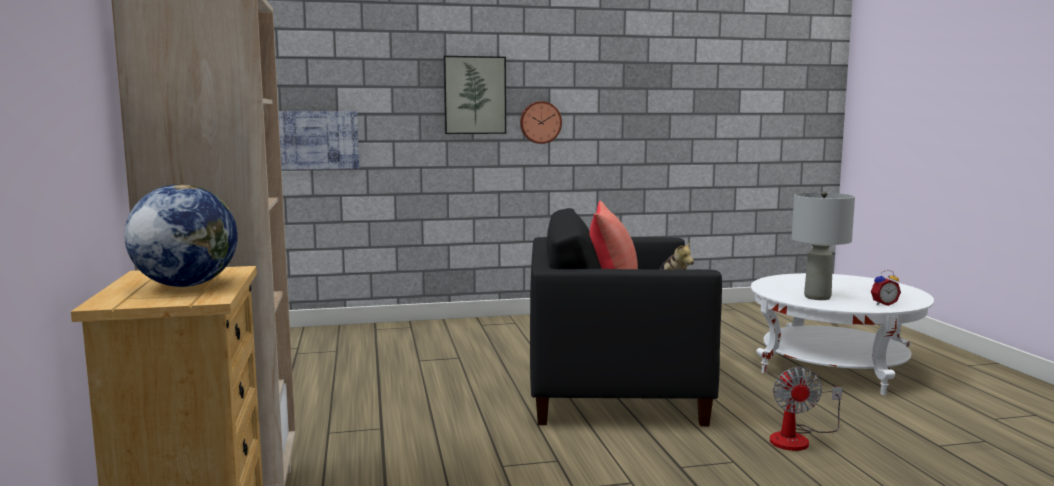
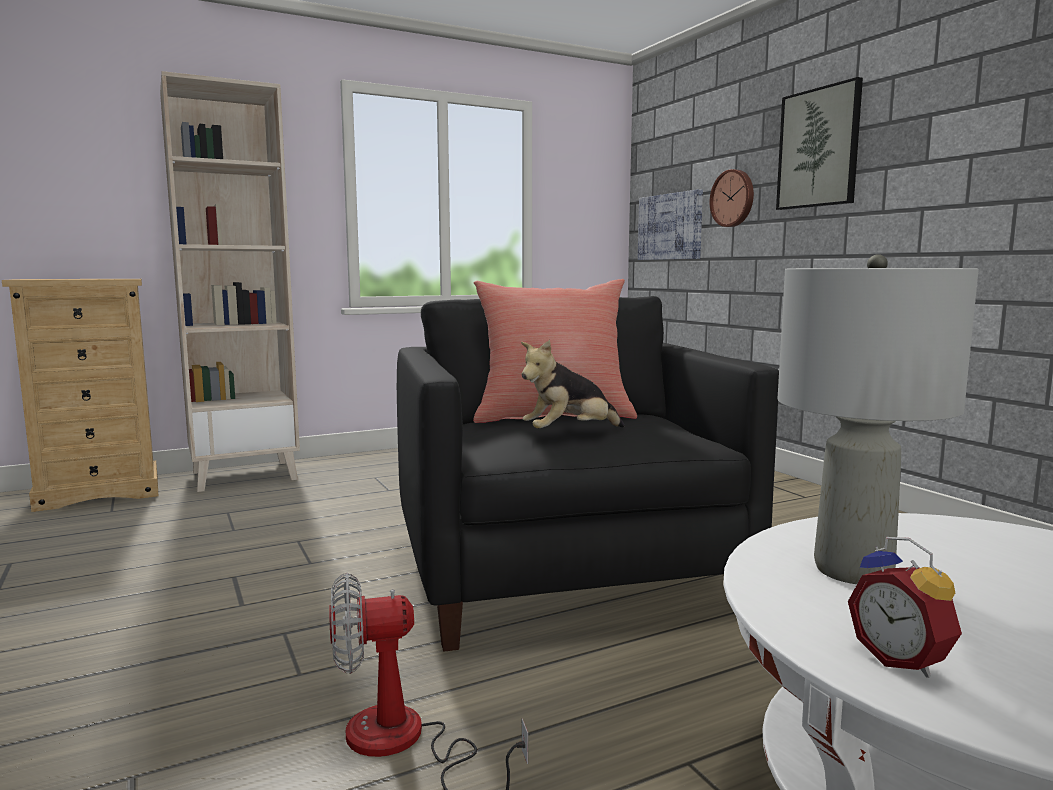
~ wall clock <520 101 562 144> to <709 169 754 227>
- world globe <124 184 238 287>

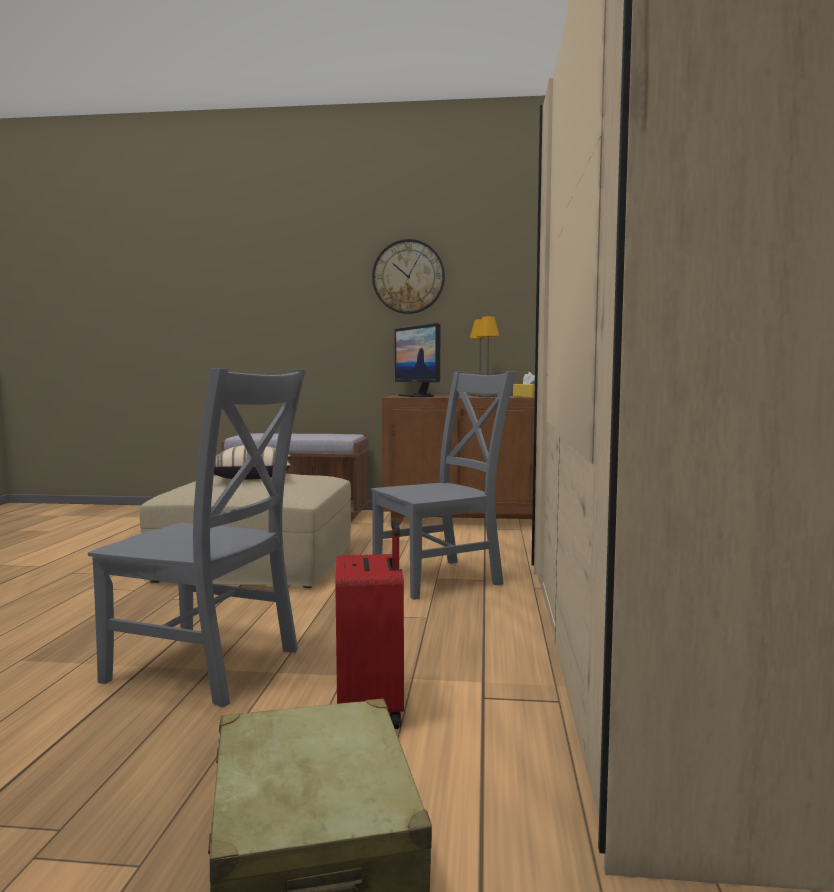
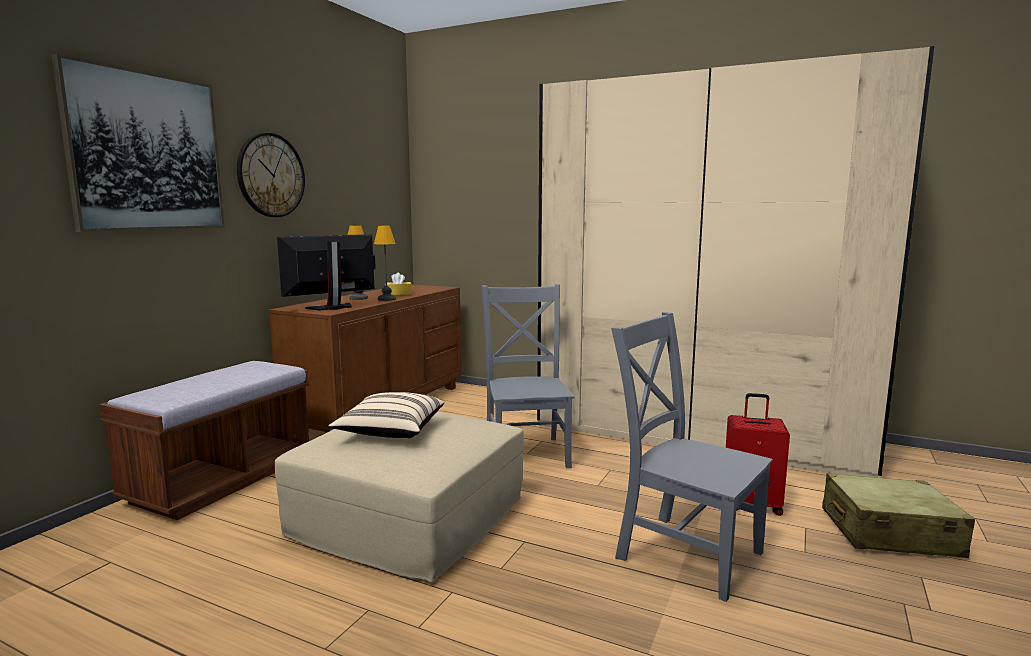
~ computer display <395 323 440 397> = <277 234 376 311> 150 degrees clockwise
~ grey upright chair <88 368 306 707> = <611 312 773 602> 90 degrees counterclockwise
+ wall picture <51 53 225 232>

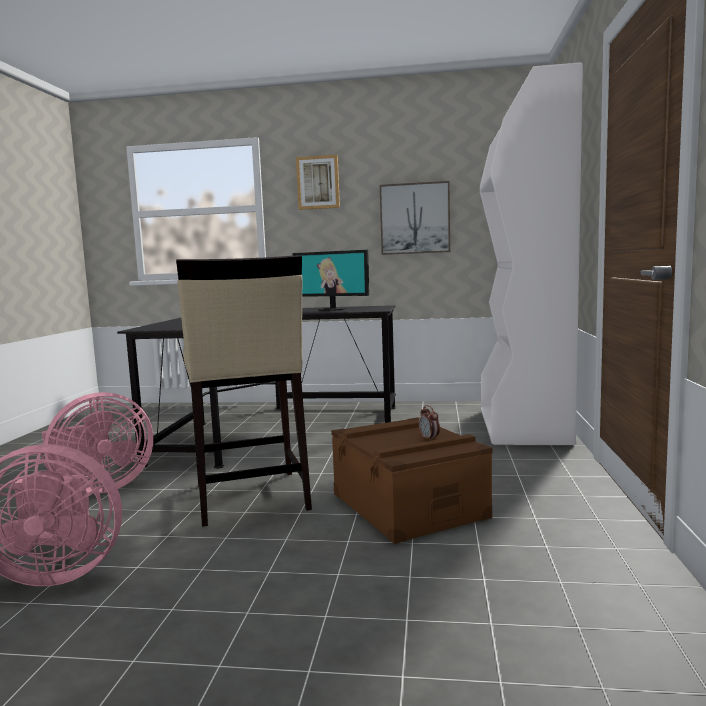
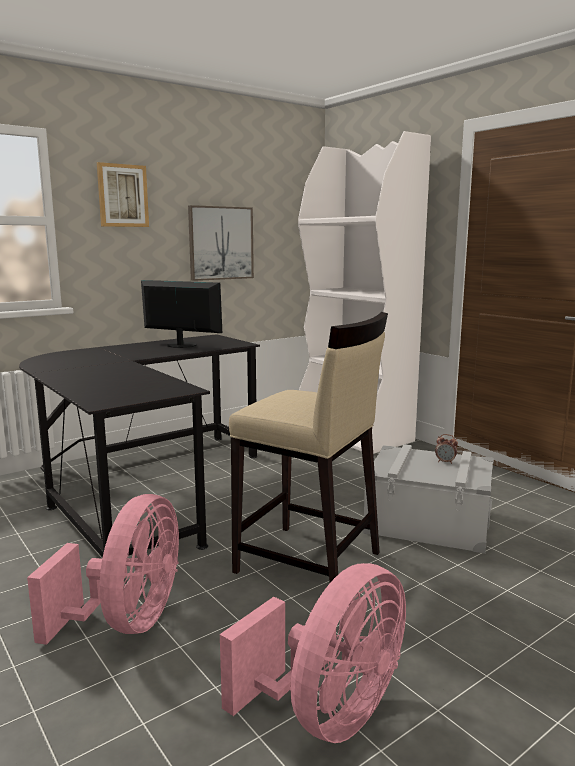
~ computer display <293 250 369 311> = <141 280 222 348> 135 degrees counterclockwise
~ brown storage box <331 417 493 544> to grey storage box <363 444 494 554>

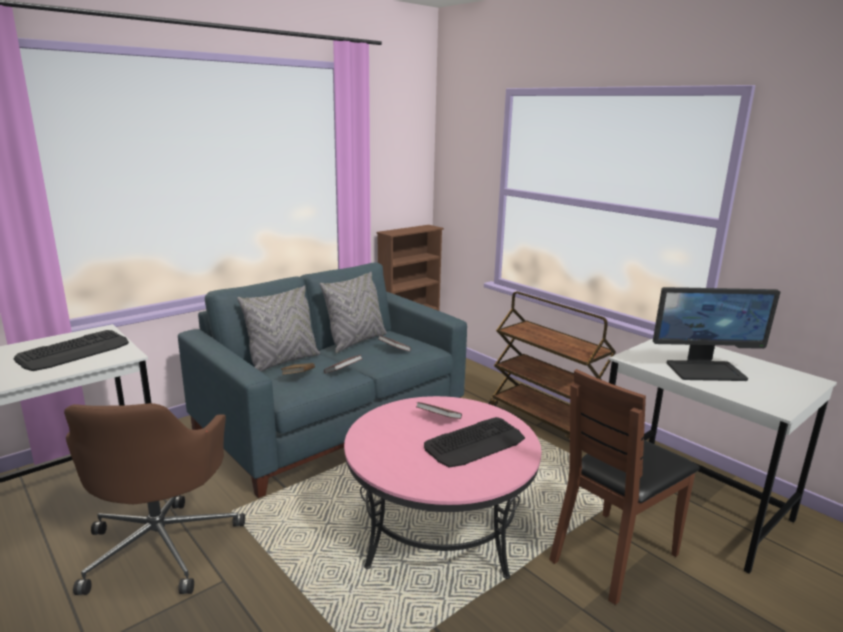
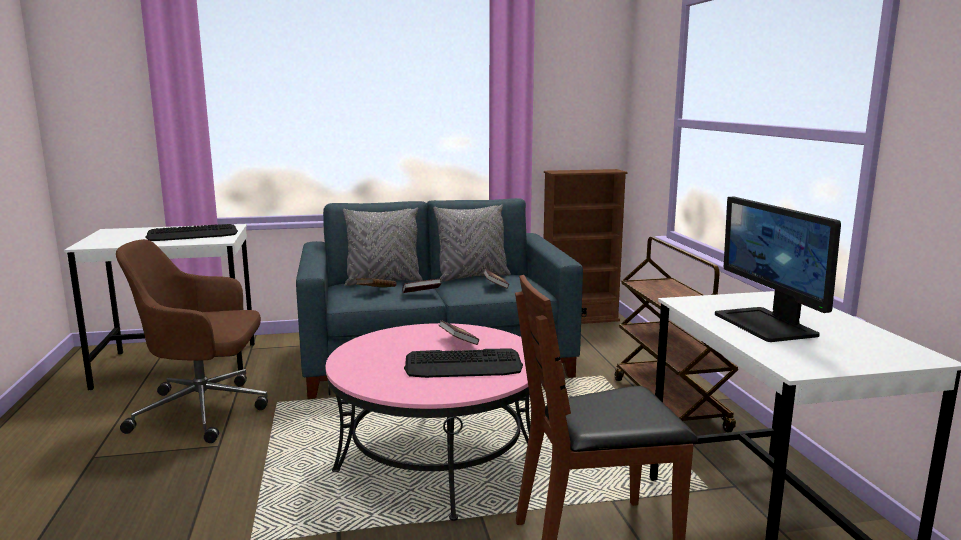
~ computer display <653 287 780 381> = <715 196 841 342> 45 degrees clockwise
~ brown desk chair <64 403 245 595> = <116 239 268 443> 60 degrees clockwise

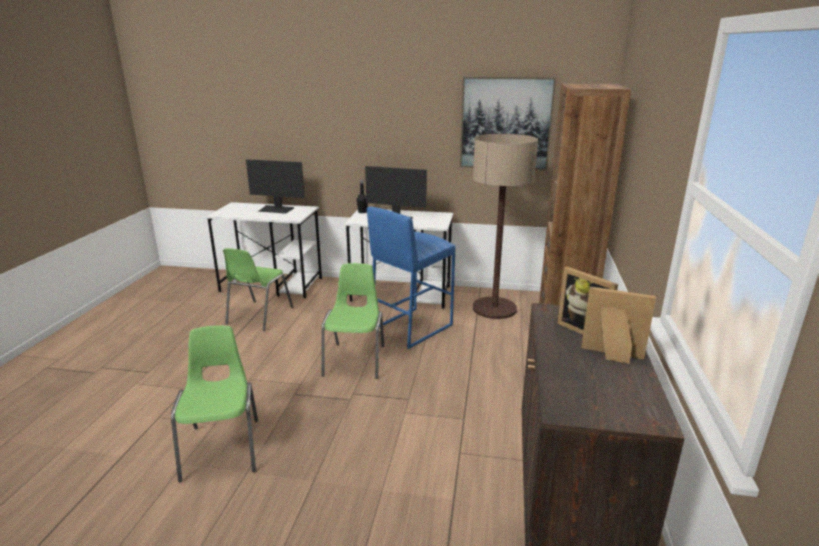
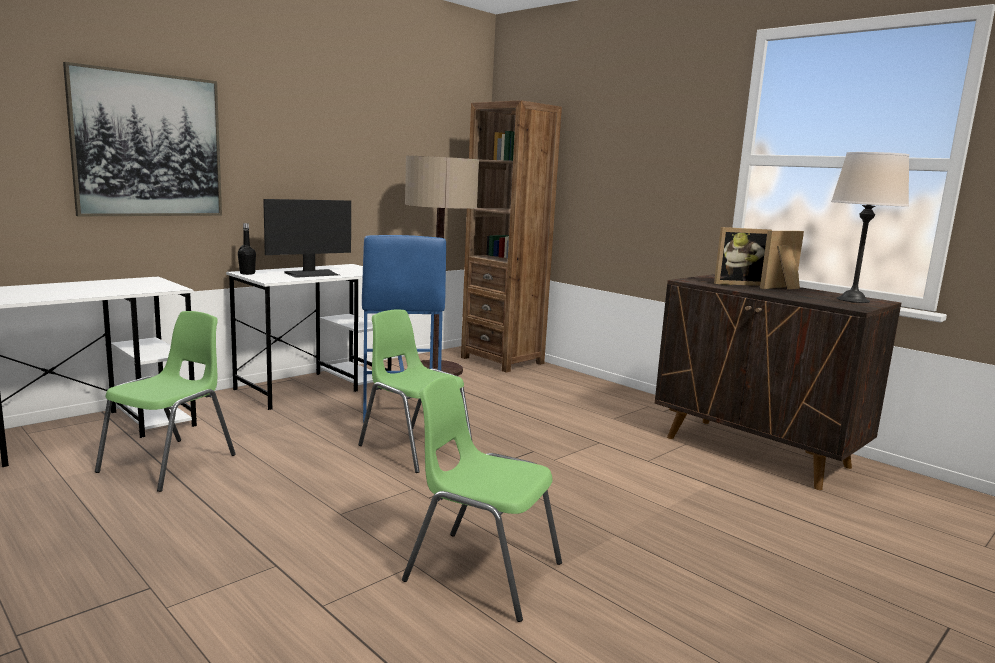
~ wall picture <460 77 556 170> to <63 62 222 216>
- computer display <246 159 305 214>
~ greenish upright chair <223 248 293 331> = <95 311 236 492> 120 degrees counterclockwise
+ beige-coloured tabletop lamp <831 152 909 303>

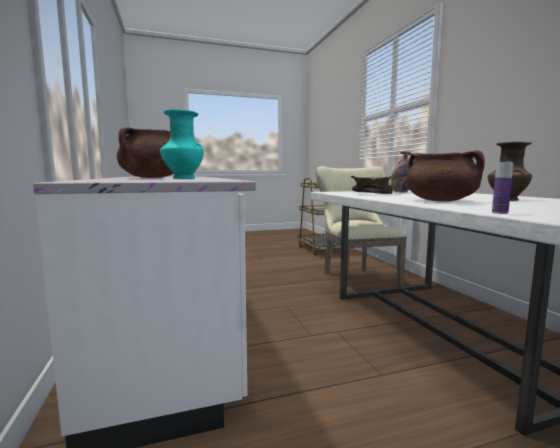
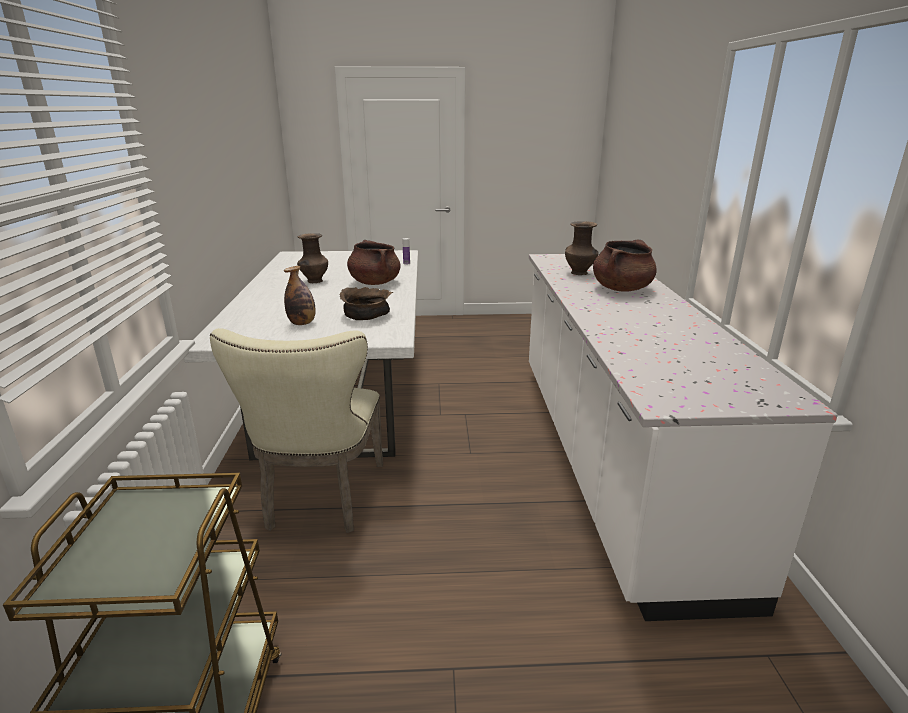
~ turquoise-coloured vase <160 109 204 179> to brown vase <565 221 599 275>

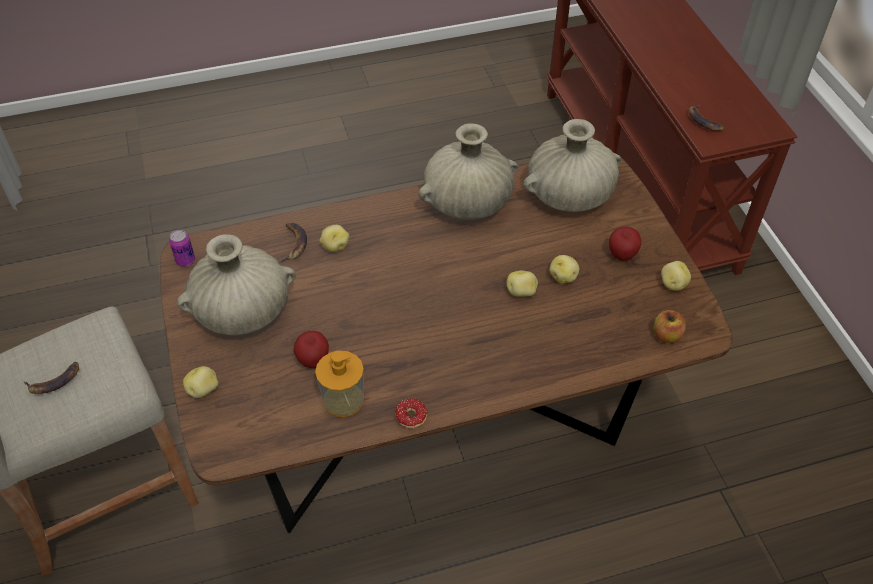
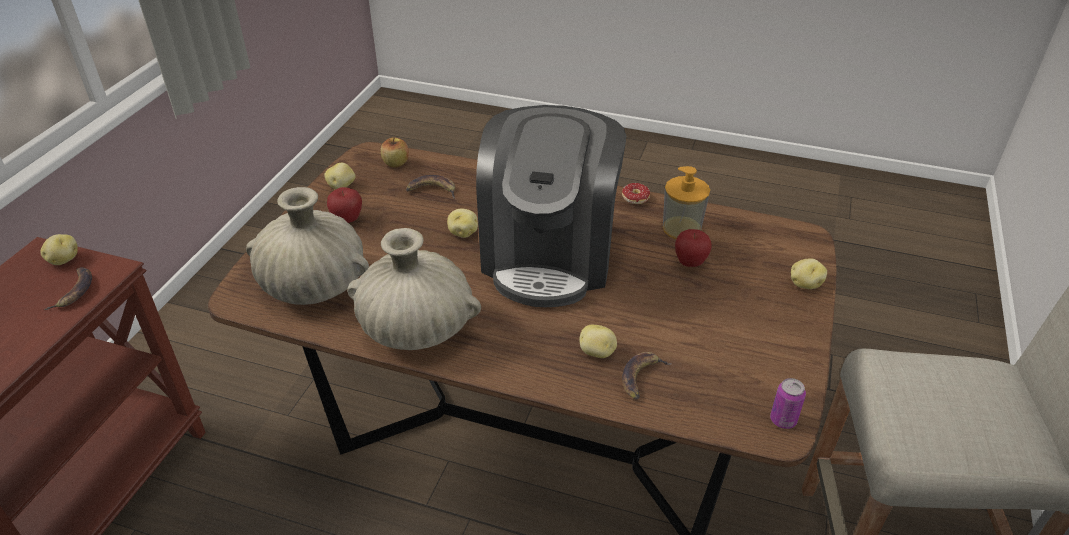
- beige-coloured vase <177 234 296 335>
~ potato <550 255 579 283> to <40 234 78 265>
~ banana <23 362 79 394> to <406 175 455 199>
+ coffee maker <476 105 626 307>

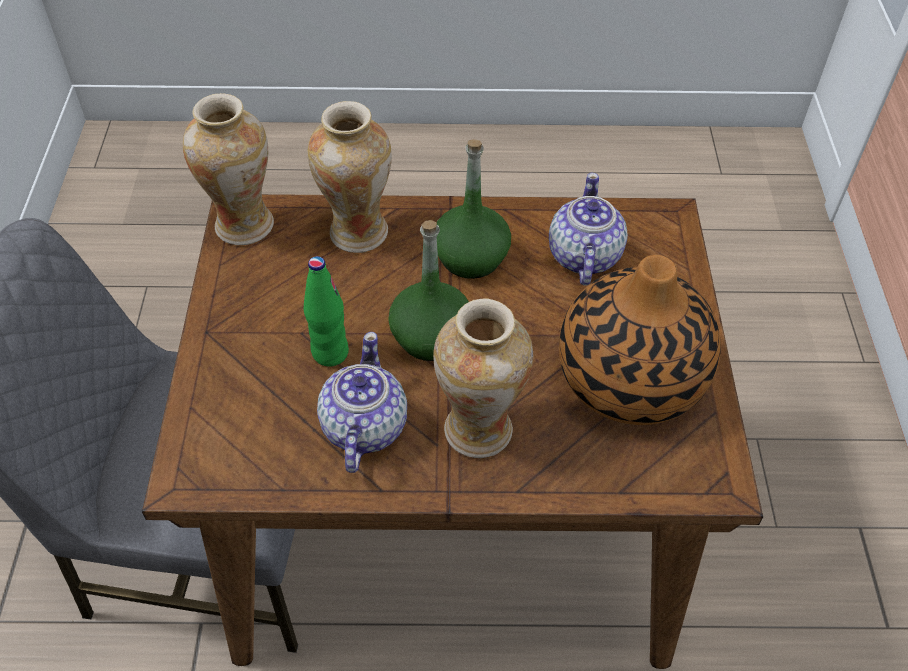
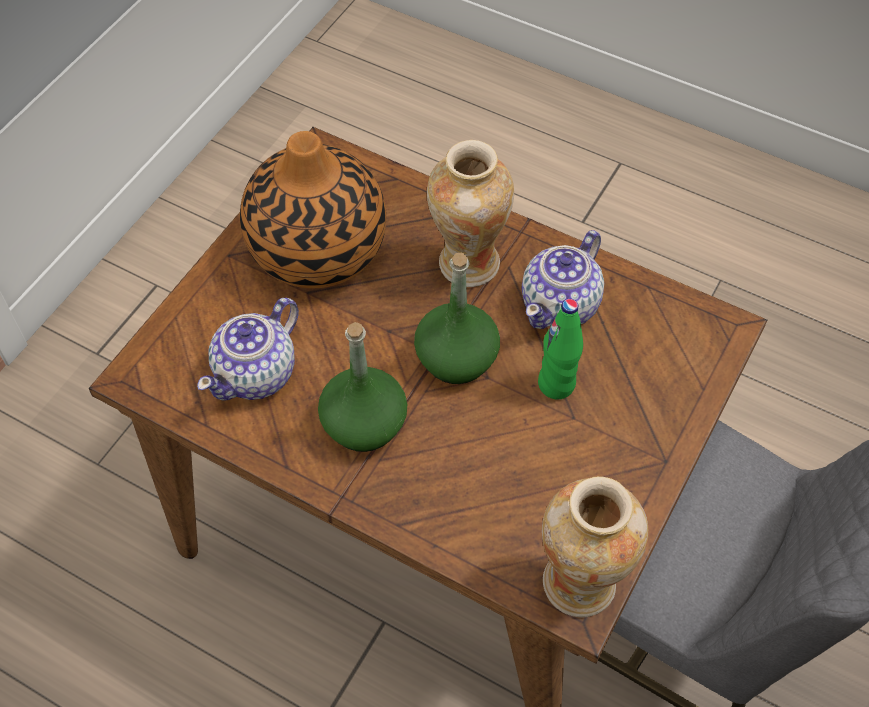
- vase <307 101 392 253>

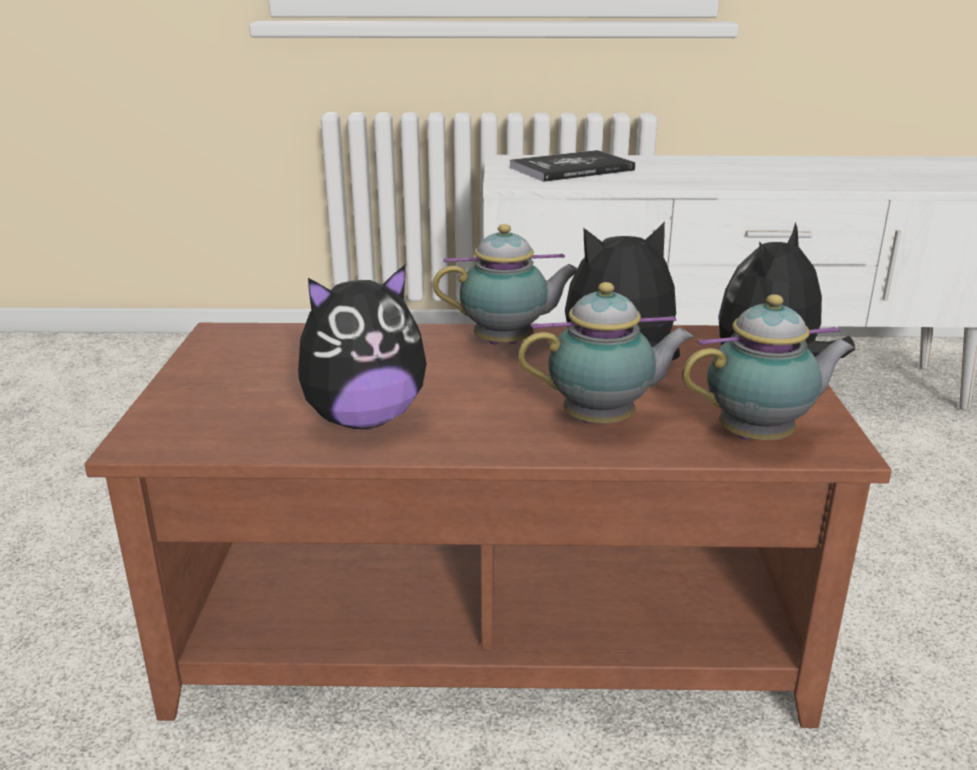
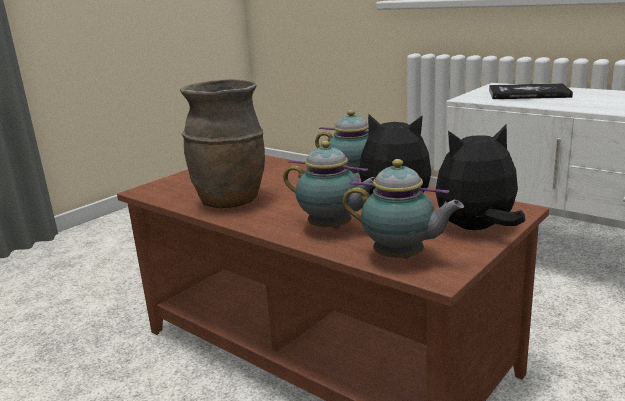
~ soft toy <298 264 427 429> to brown vase <180 79 265 208>

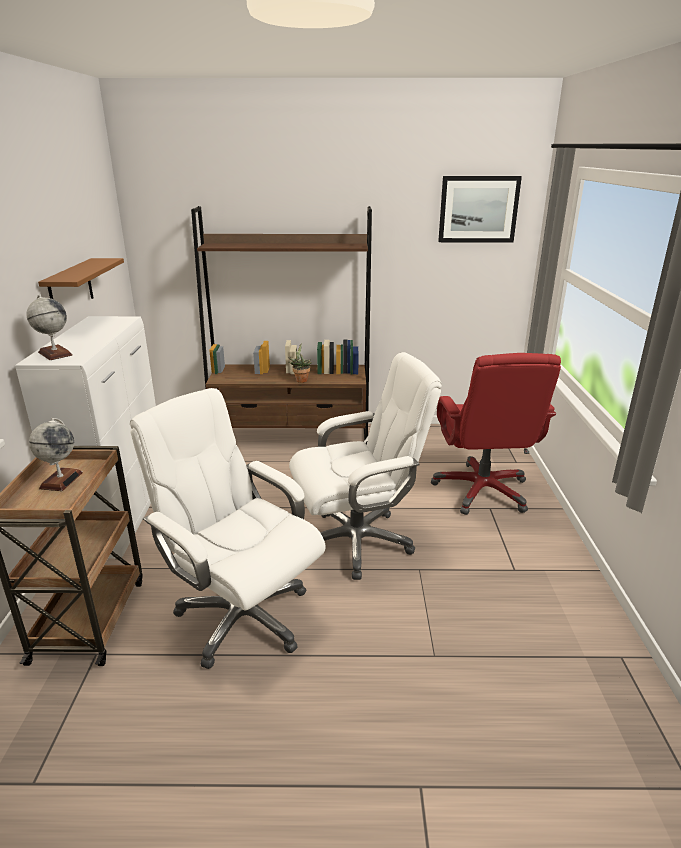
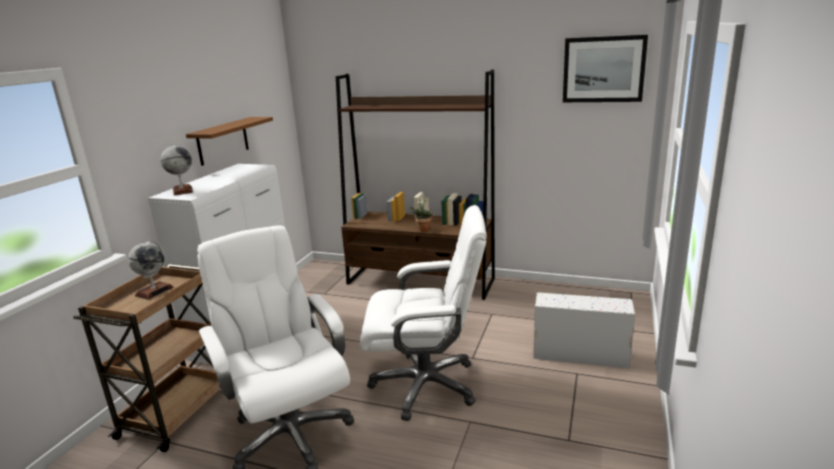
~ red-coloured desk chair <431 353 561 515> to white storage box <533 292 635 369>

